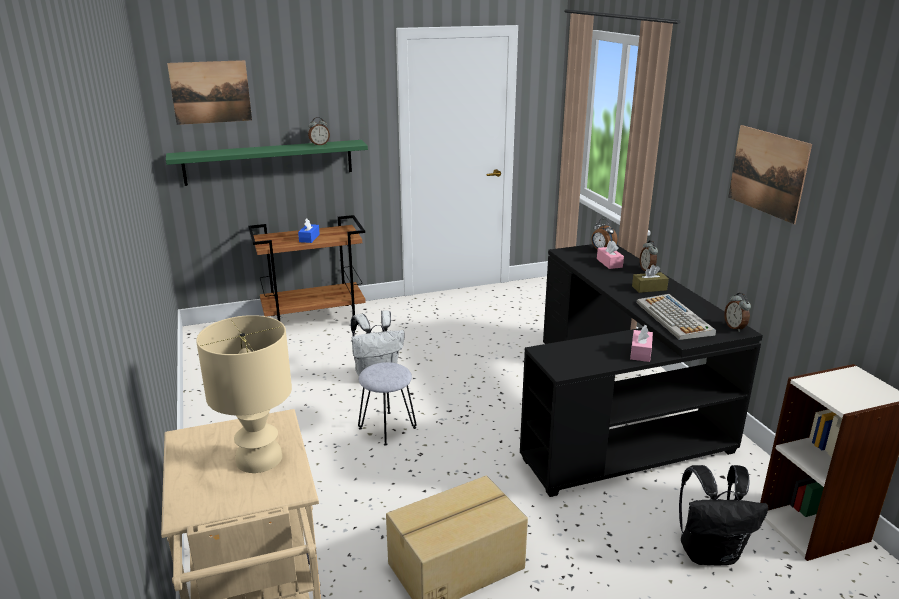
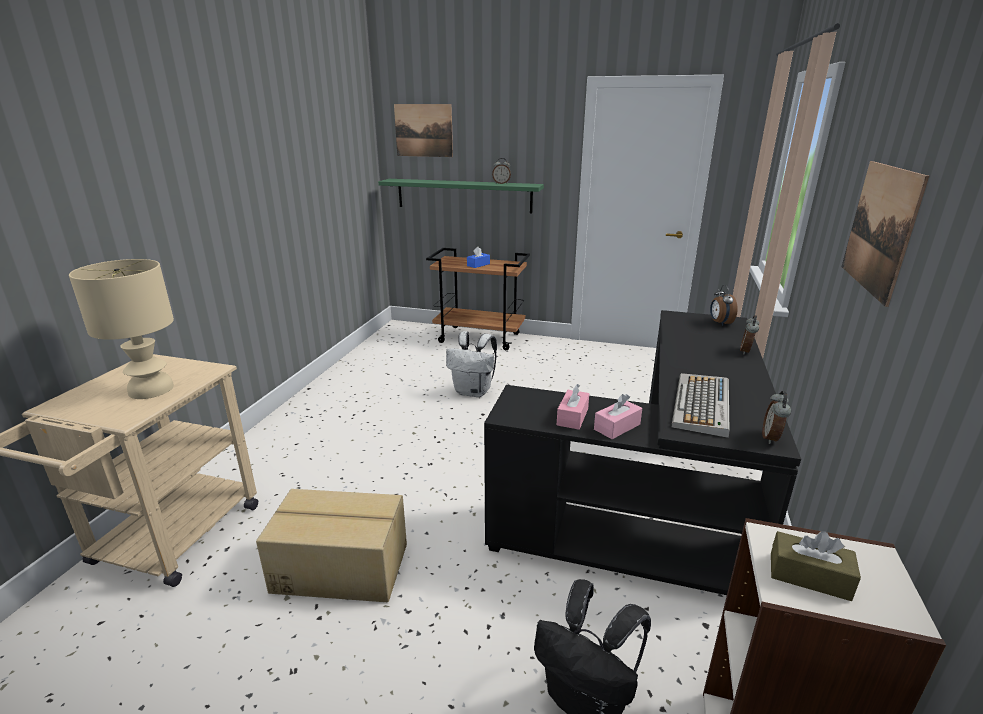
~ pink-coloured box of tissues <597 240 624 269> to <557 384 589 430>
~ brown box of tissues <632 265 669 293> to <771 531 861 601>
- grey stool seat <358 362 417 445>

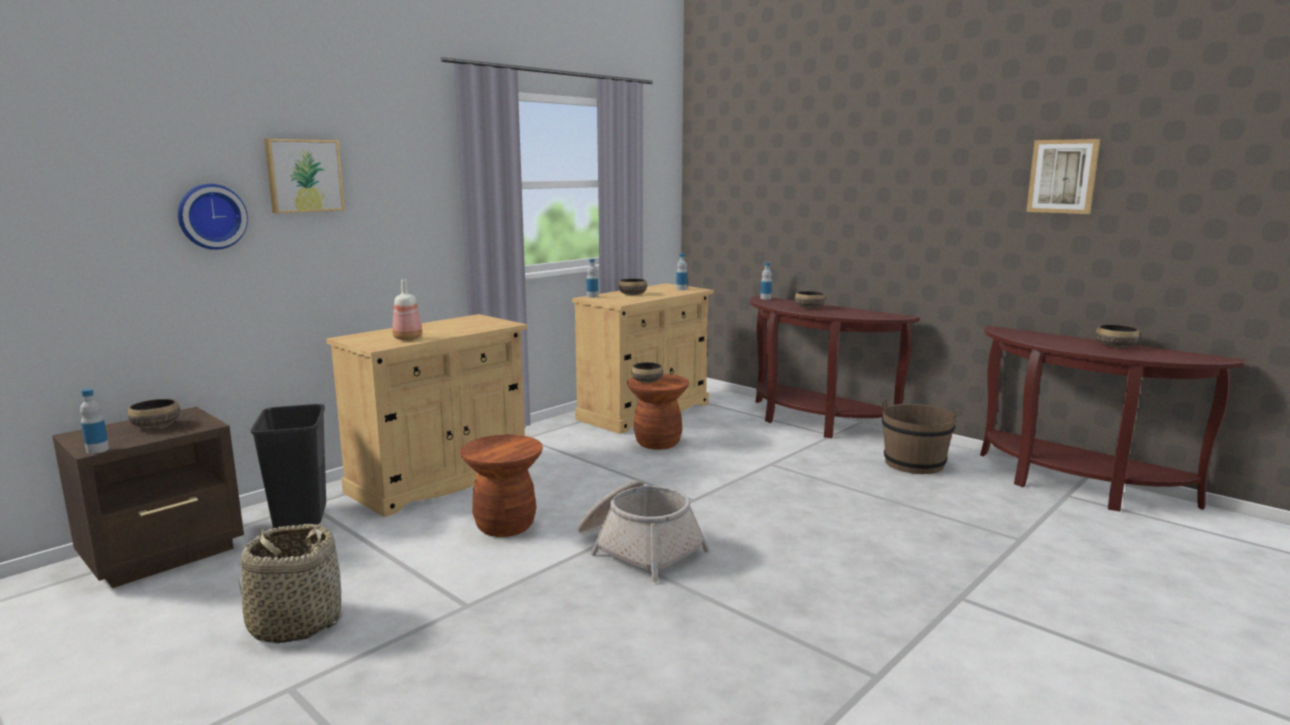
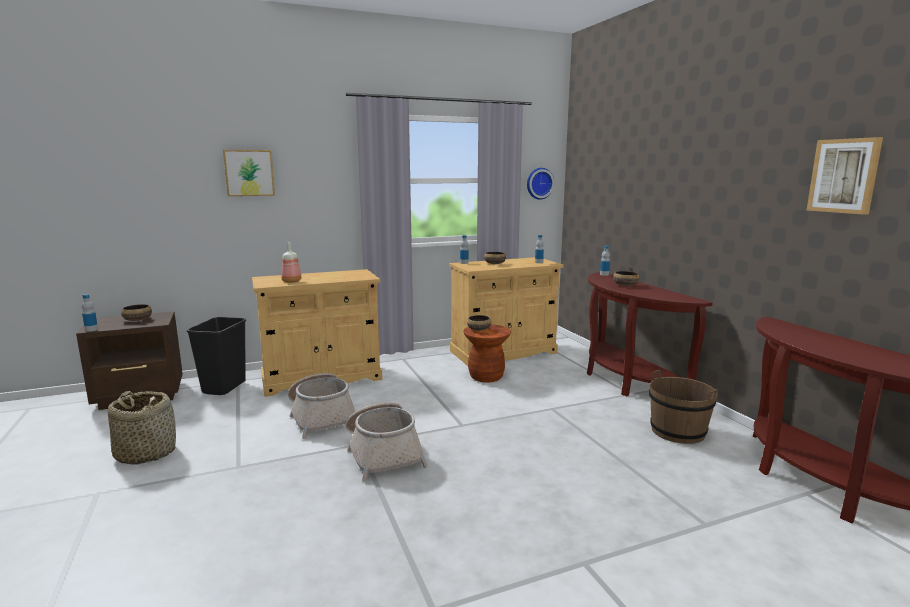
~ wall clock <178 184 248 250> to <527 168 554 200>
- deep dish <1095 324 1140 348>
~ brown stool seat <460 434 543 537> to basket <288 373 355 439>

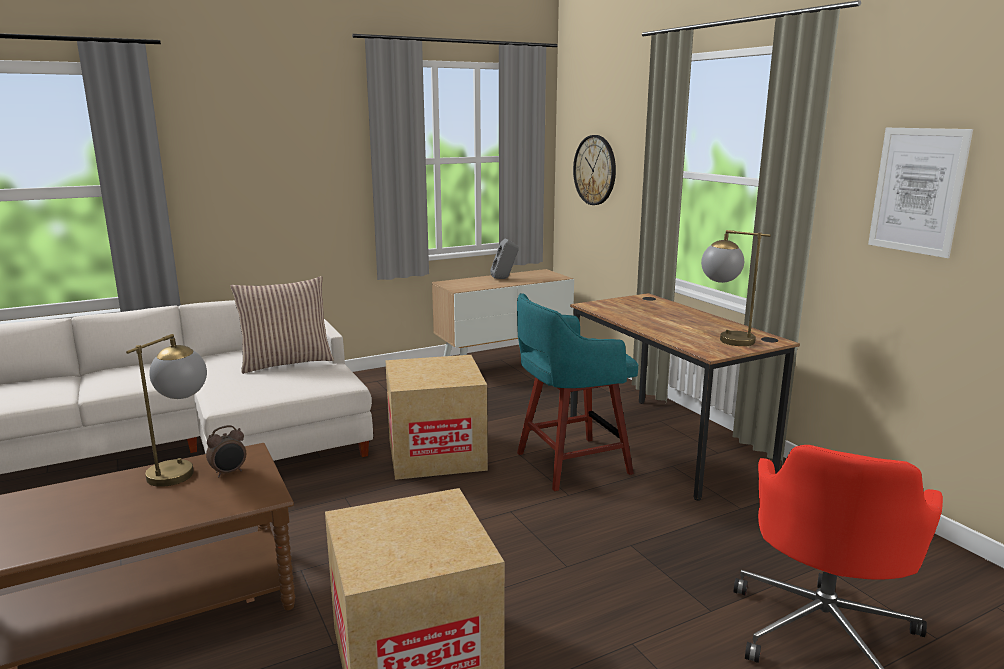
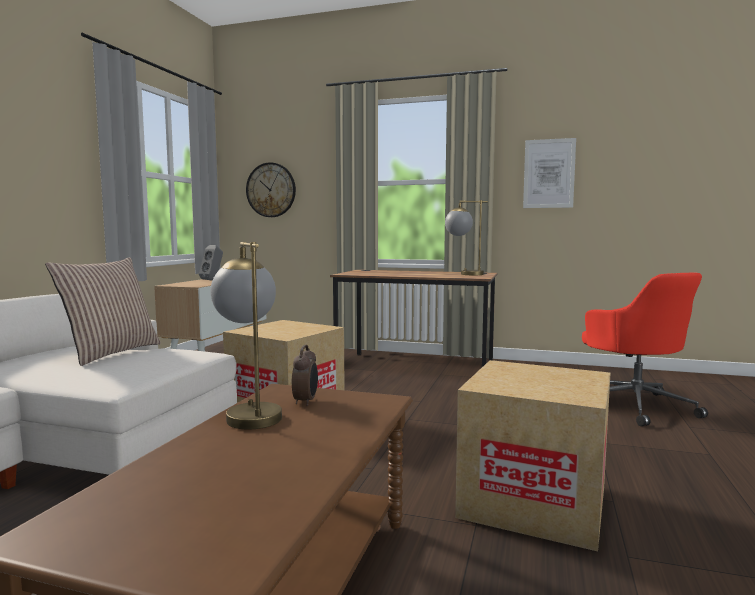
- turquoise-coloured stool seat <517 293 638 491>

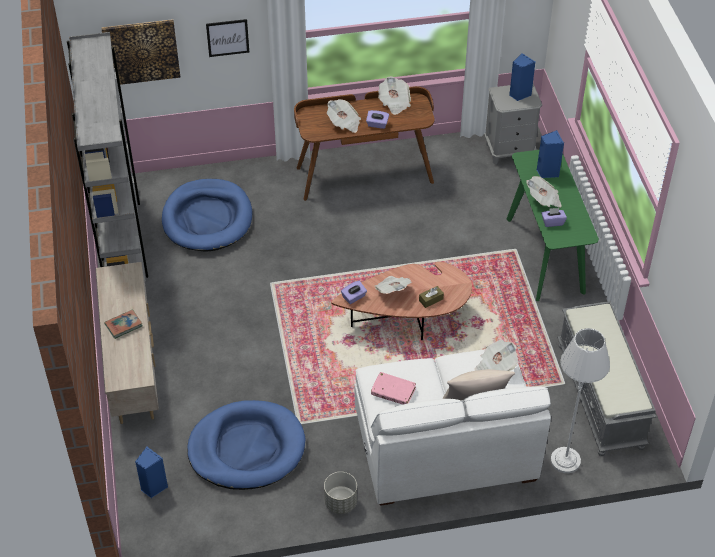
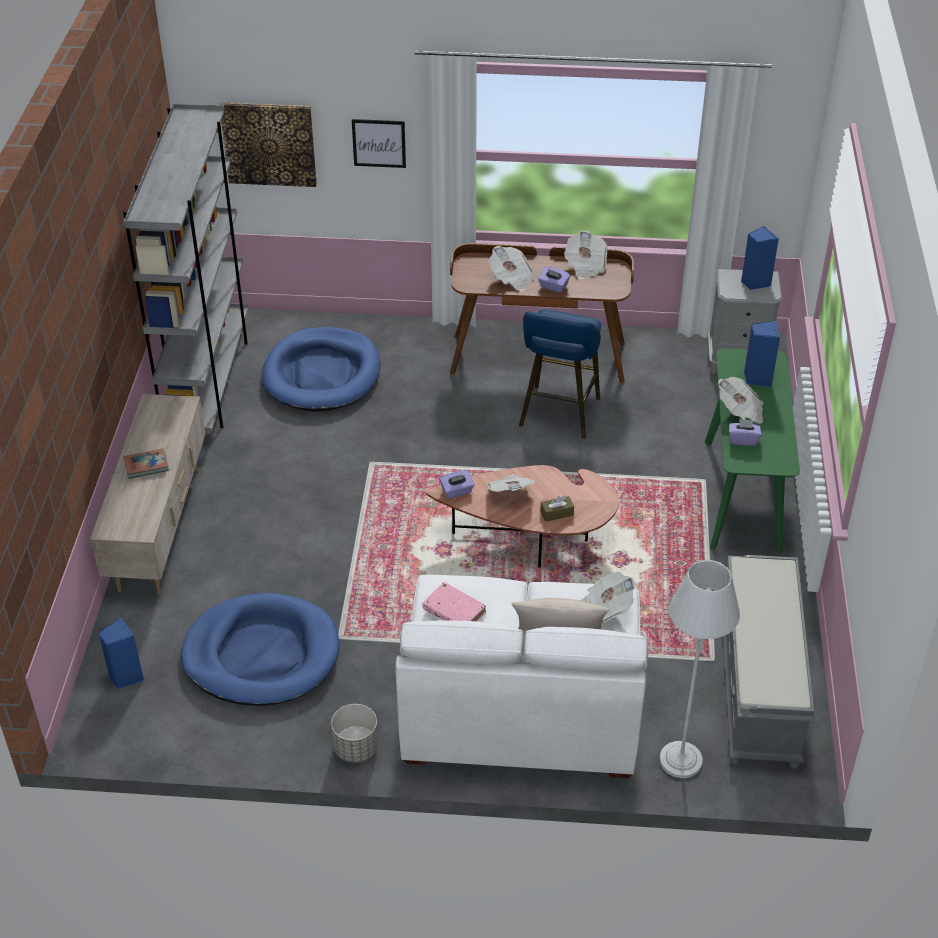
+ blue stool seat <519 310 601 439>

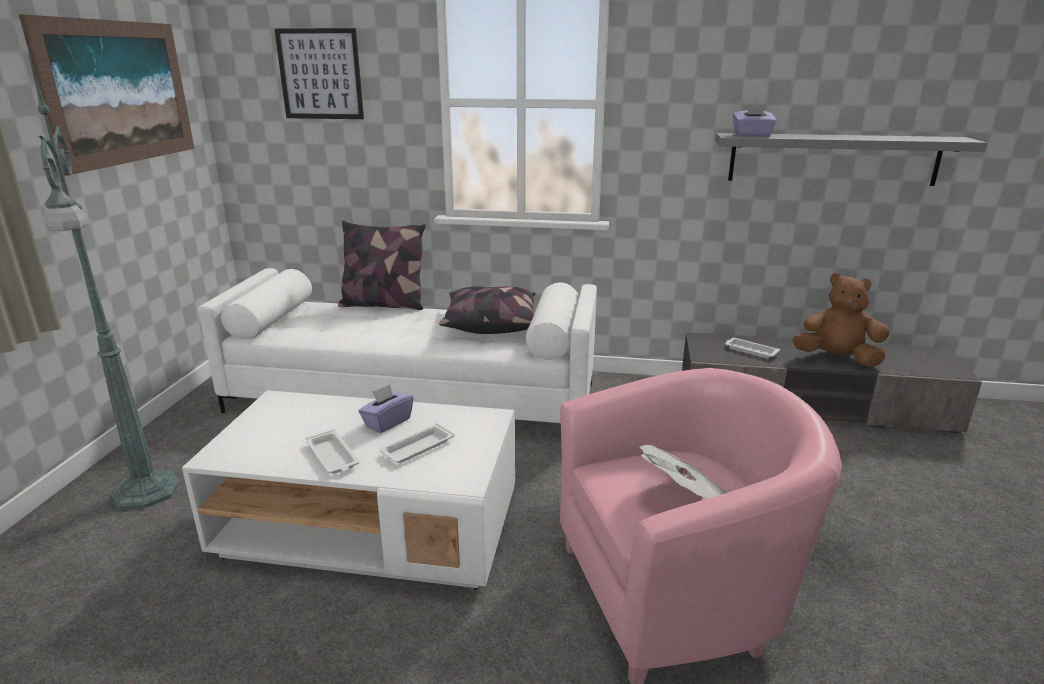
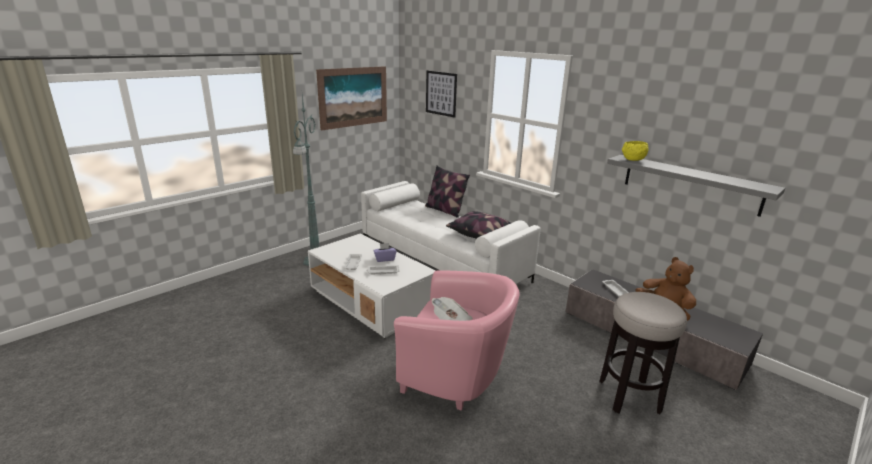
~ purple box of tissues <733 104 777 136> to yellowish deep dish <622 141 648 161>
+ stool seat <599 292 687 414>

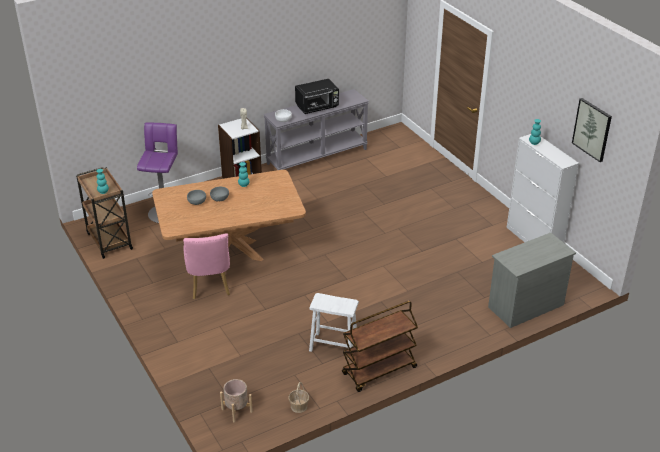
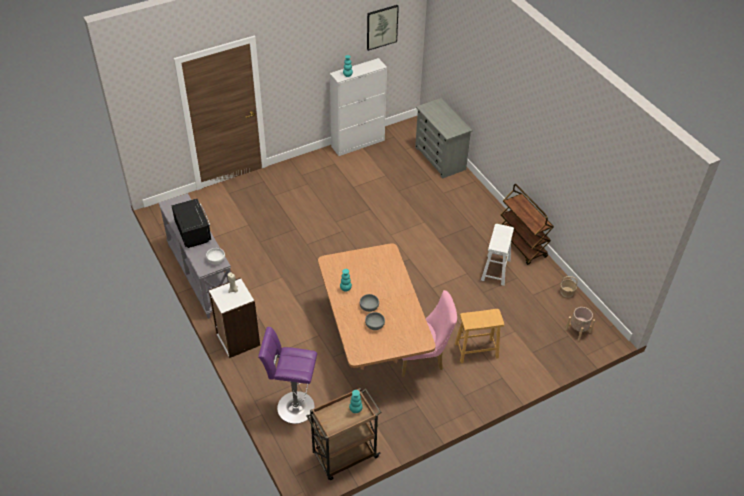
+ brown stool seat <455 309 504 363>

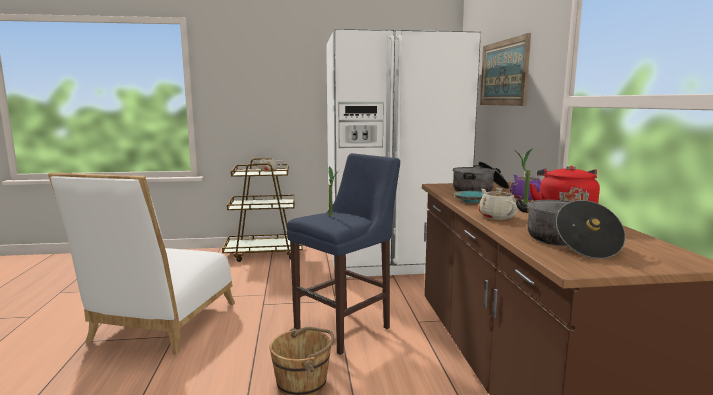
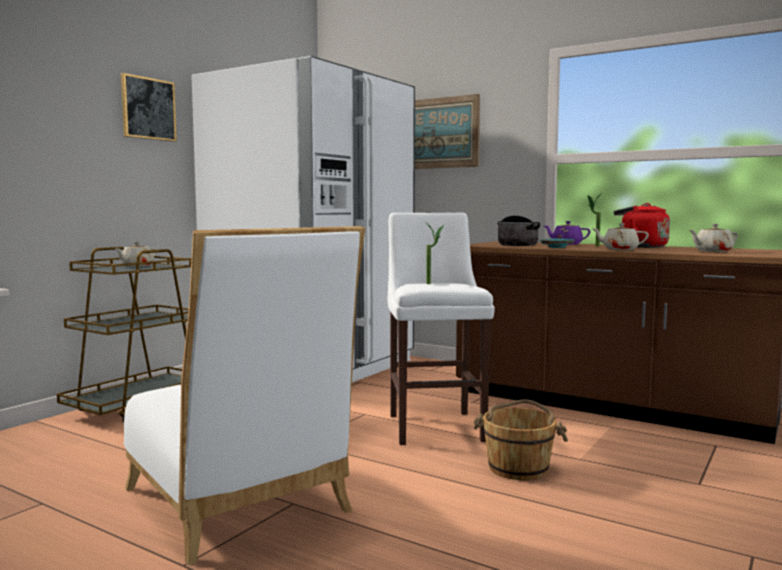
~ blue stool seat <287 153 400 355> to white stool seat <387 213 495 445>
~ saucepot <516 199 626 259> to beige-coloured pot for tea <689 224 738 252>
+ wall picture <121 73 177 142>

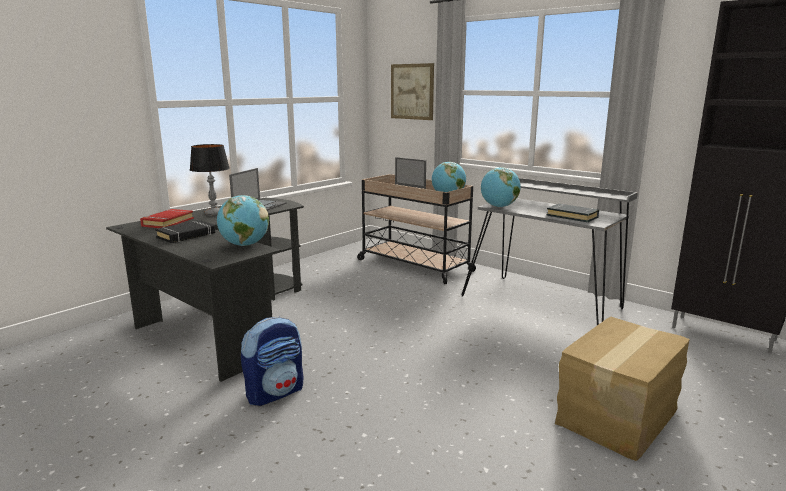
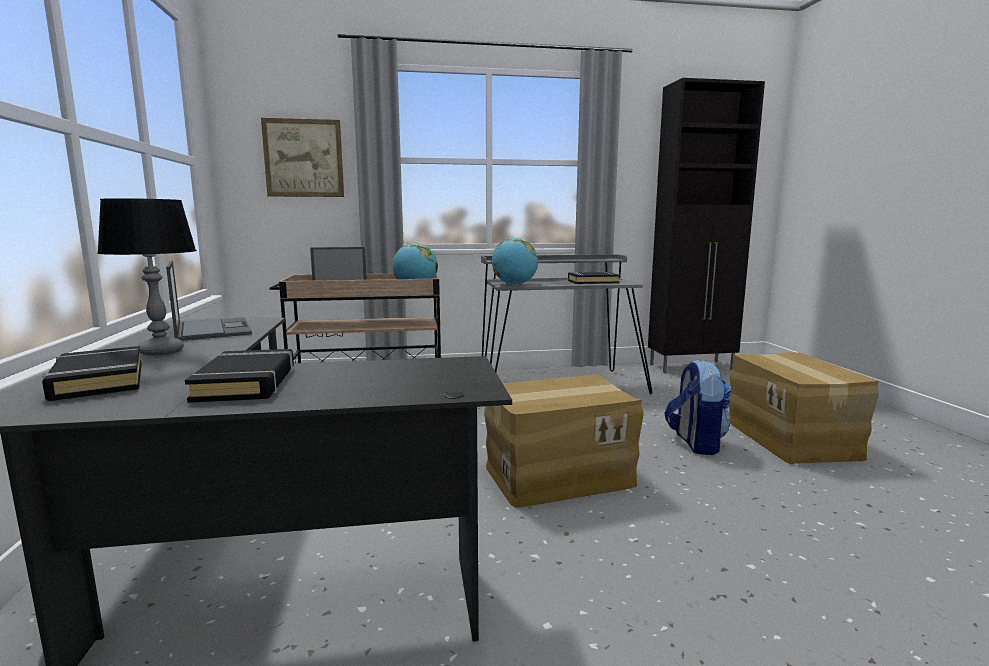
- world globe <217 195 269 246>
~ red-coloured volume <140 209 194 228> to black volume <42 346 141 401>
~ backpack <241 316 303 406> to <664 359 732 455>
+ cardboard box <484 375 644 508>

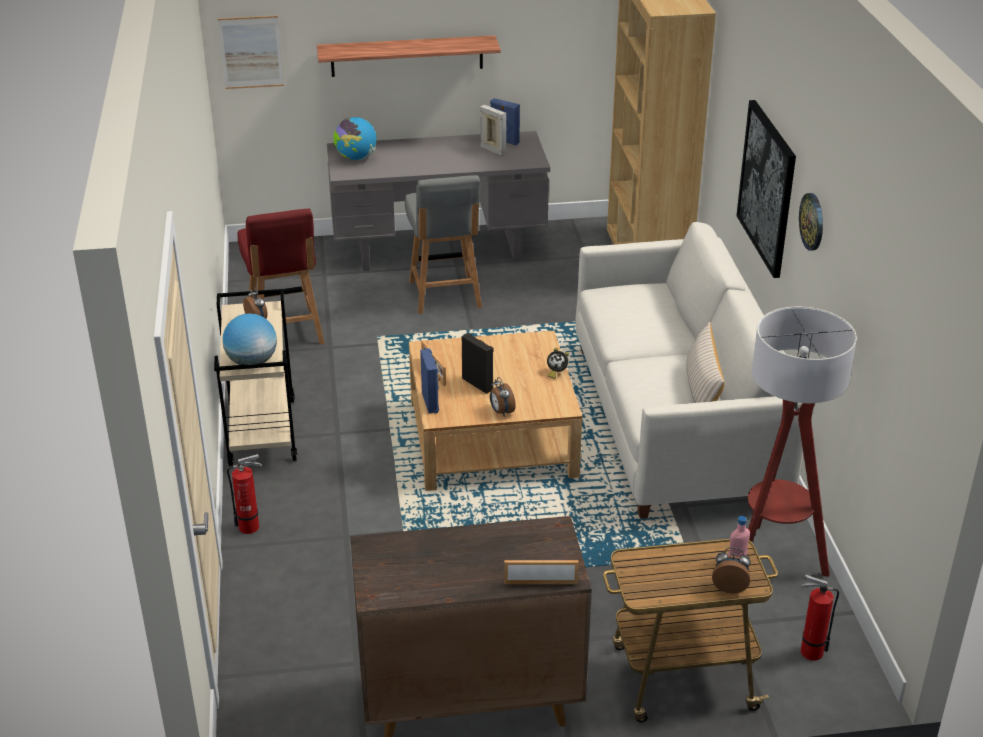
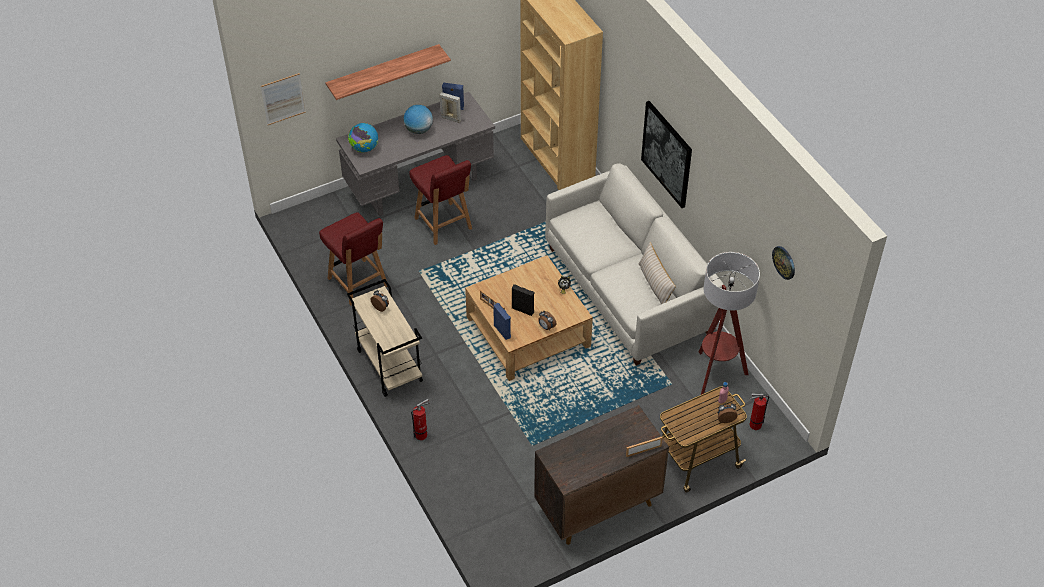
~ grey upright chair <405 175 482 314> to red-coloured upright chair <409 155 472 245>
~ wall clock <799 193 823 251> to <772 246 795 280>
~ world globe <222 313 277 365> to <404 105 433 134>

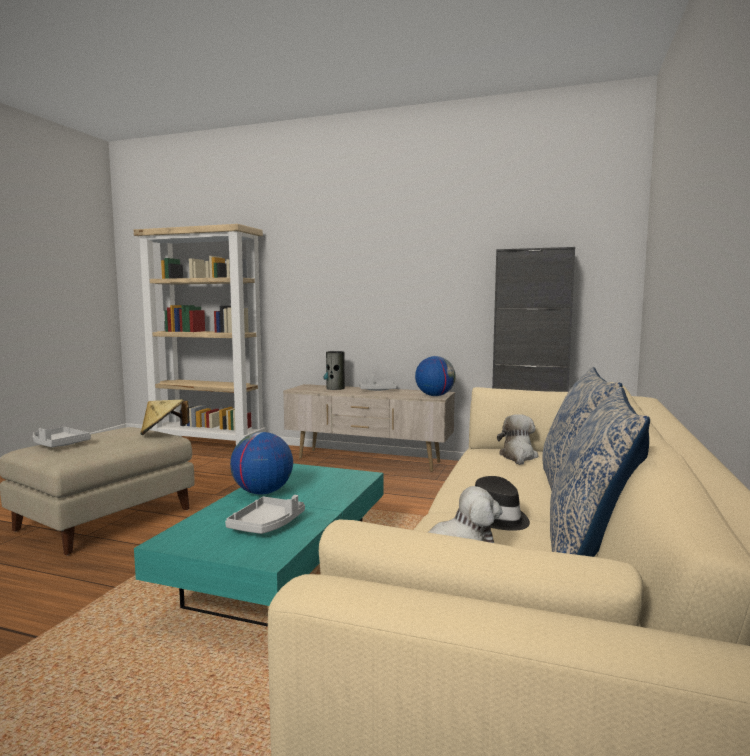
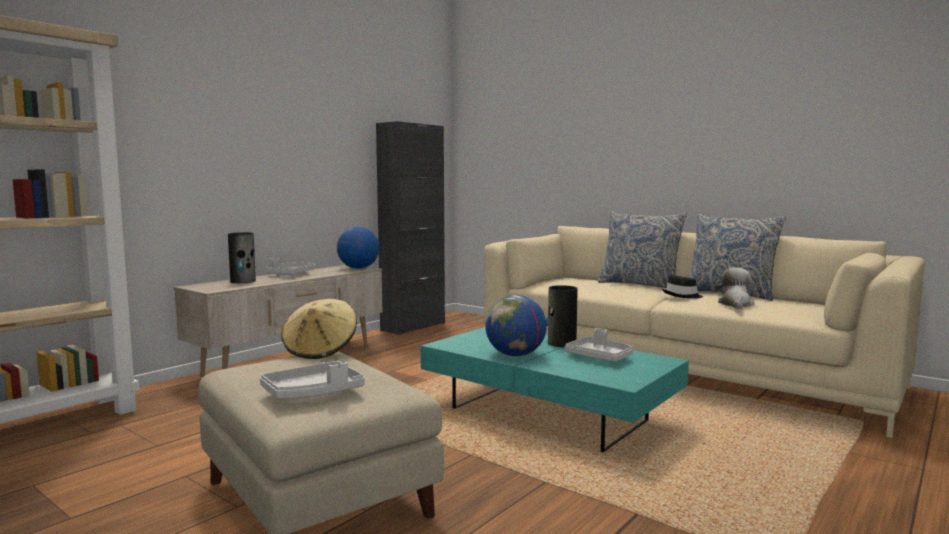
- soft toy <497 414 538 465>
+ vase <546 285 578 347>

